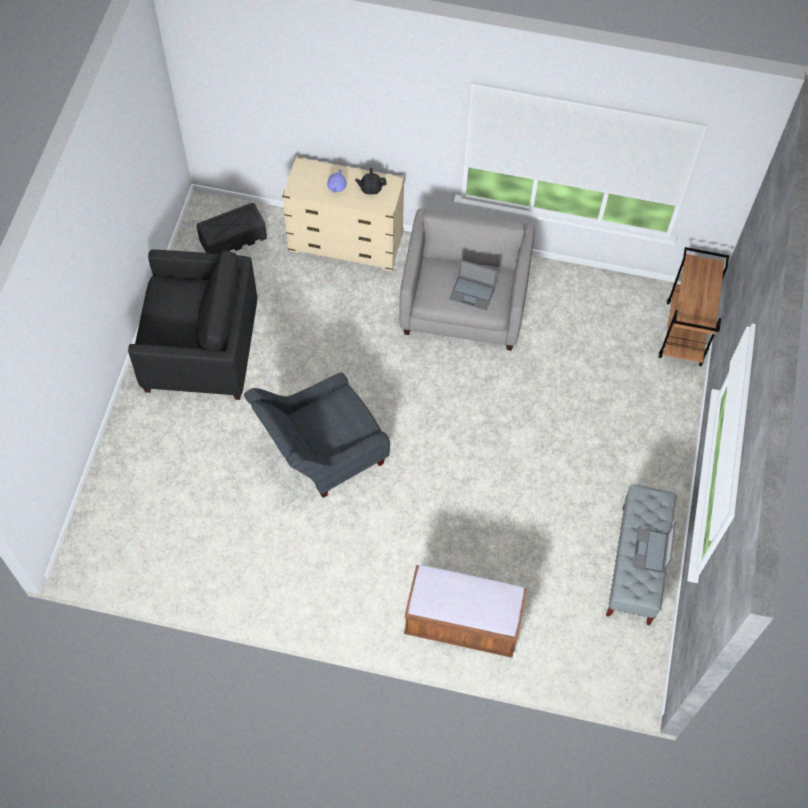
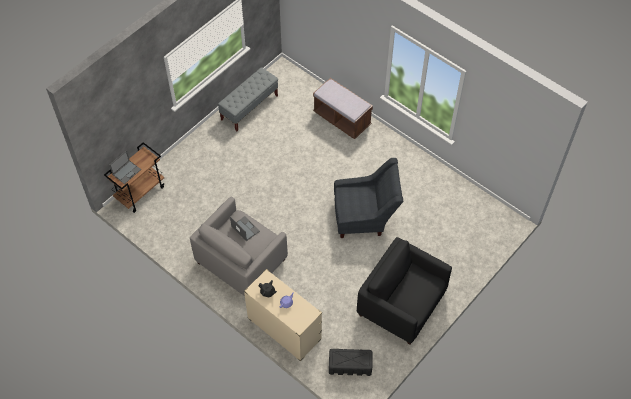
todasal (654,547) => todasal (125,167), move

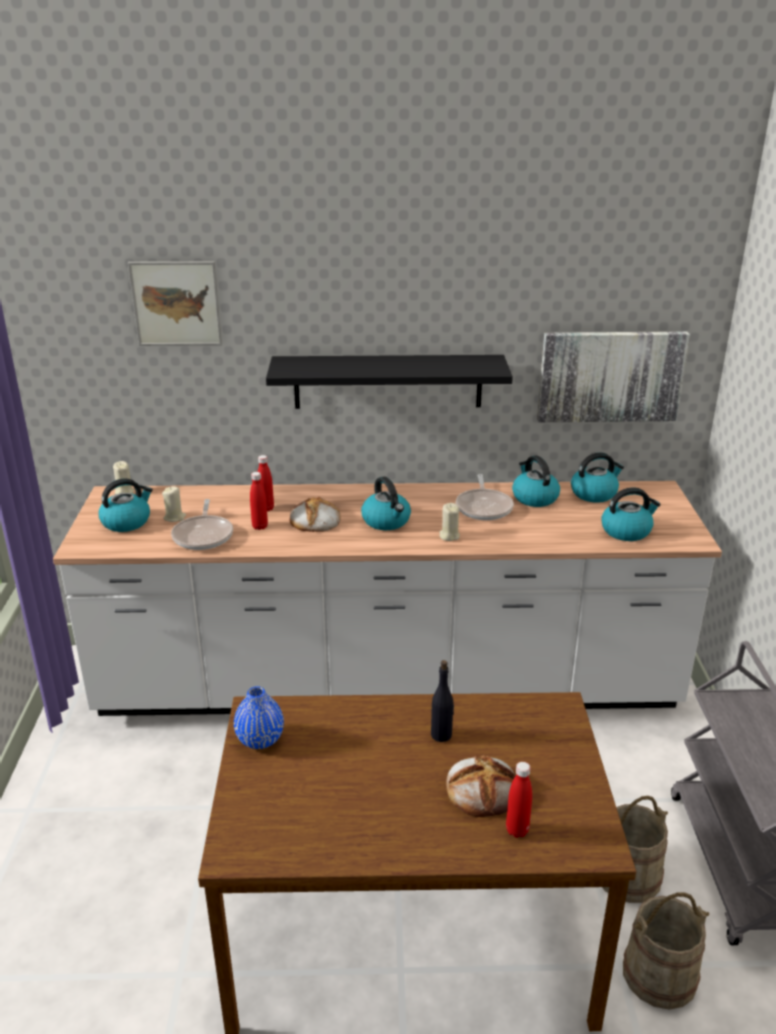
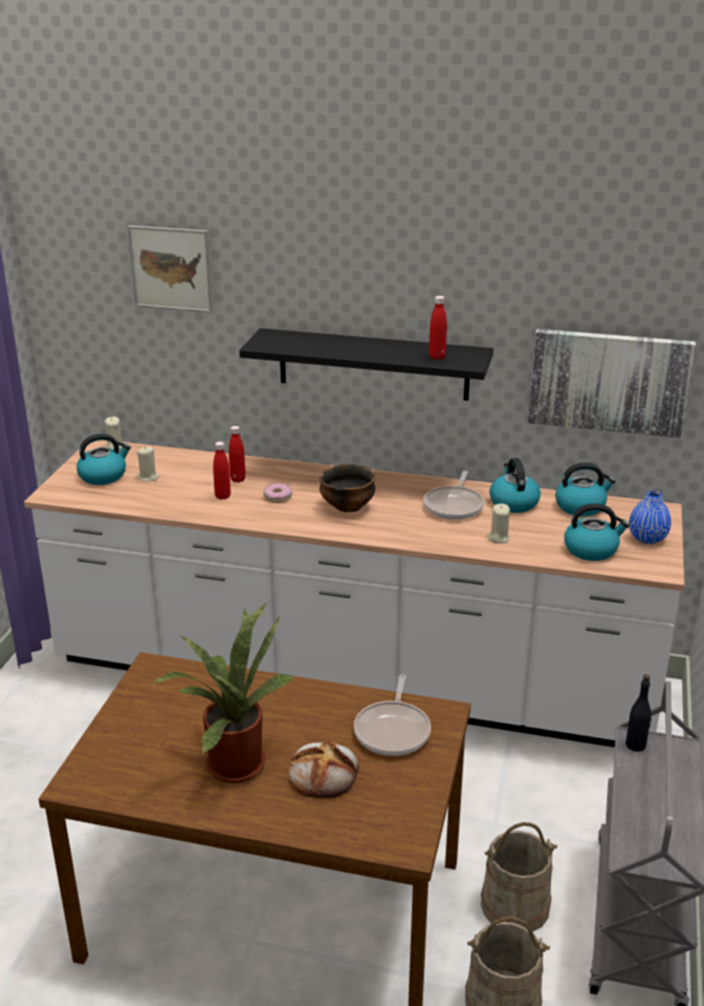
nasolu (386,503) => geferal (347,488)
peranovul (315,514) => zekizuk (277,493)
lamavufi (202,524) => lamavufi (392,715), move
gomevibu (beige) (449,522) => gomevibu (beige) (499,523), move
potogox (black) (442,701) => potogox (black) (639,712), move
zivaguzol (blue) (259,717) => zivaguzol (blue) (650,517), move
potogox (red) (519,800) => potogox (red) (438,328), move
nothing => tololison (223,692)

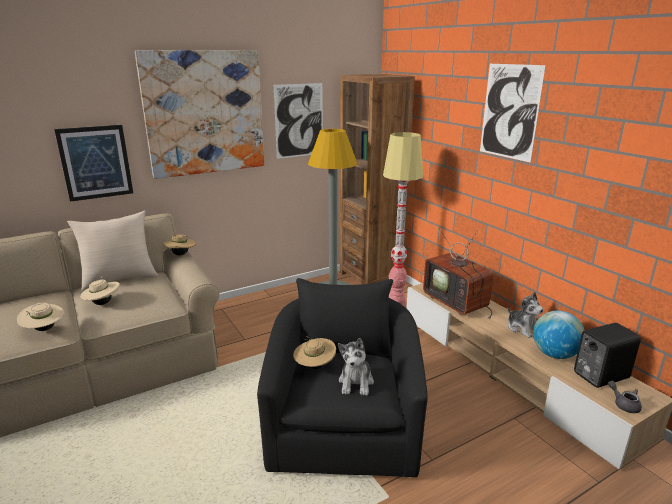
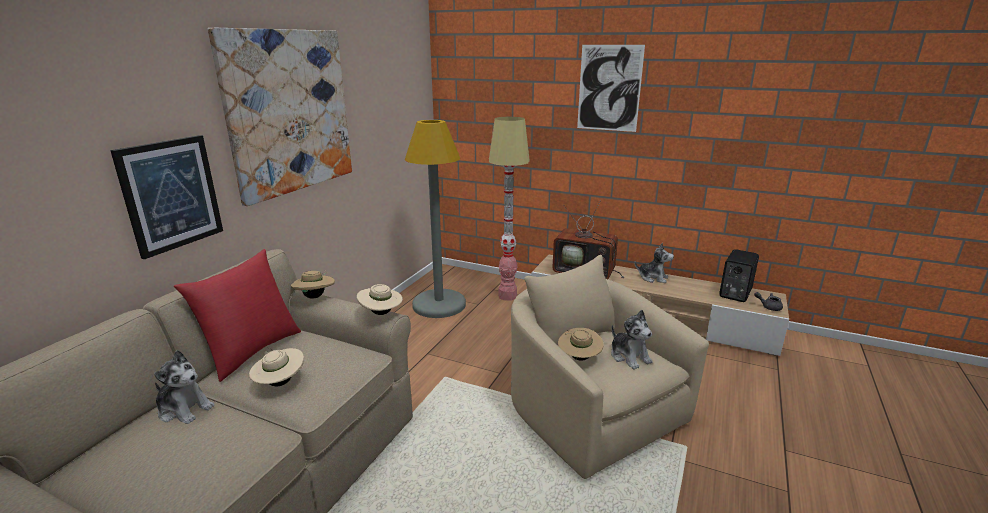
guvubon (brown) (377,179) => nothing
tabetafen (298,121) => nothing
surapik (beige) (112,251) => surapik (red) (237,315)
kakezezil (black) (342,377) => kakezezil (beige) (610,367)
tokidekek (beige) (40,317) => tokidekek (beige) (380,299), move
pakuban (558,335) => nothing
nothing => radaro (184,387)

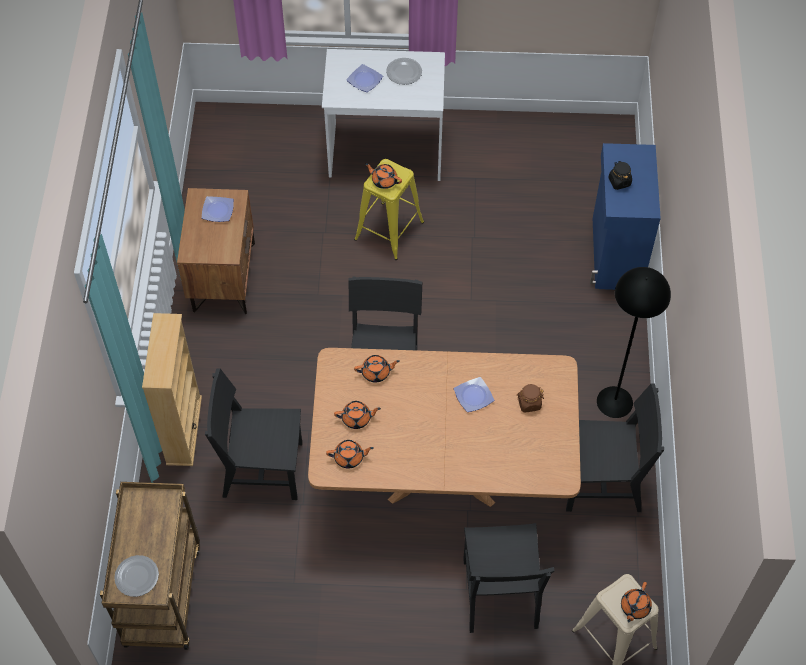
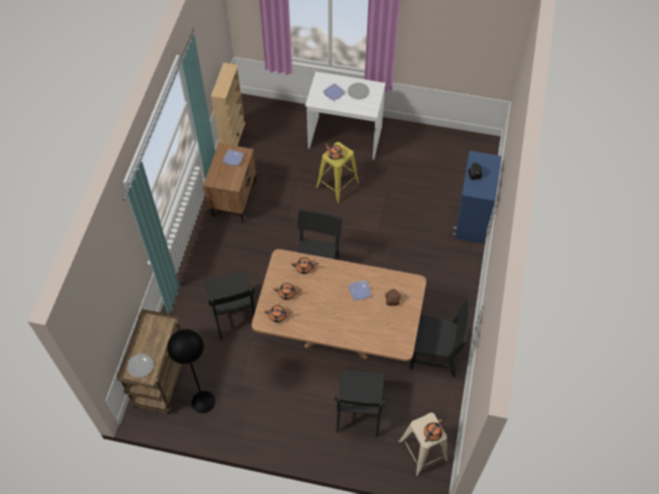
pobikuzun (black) (634,342) => pobikuzun (black) (191,371), move
guvubon (beige) (172,389) => guvubon (beige) (228,104), move
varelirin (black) (253,434) => varelirin (black) (229,305), 120 degrees counterclockwise

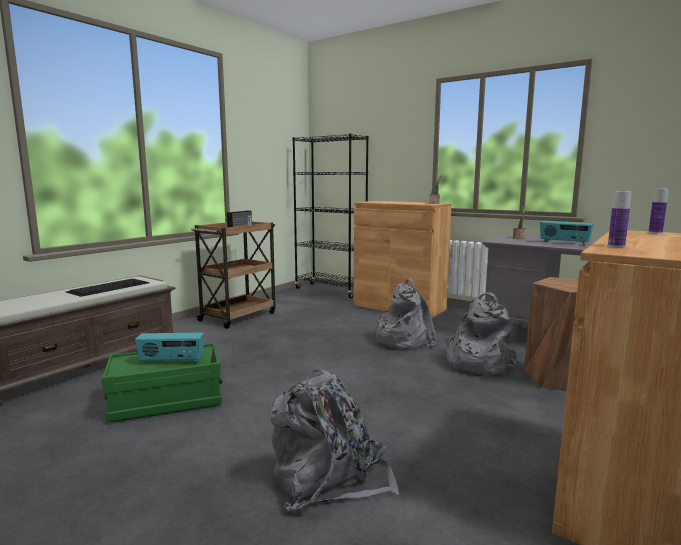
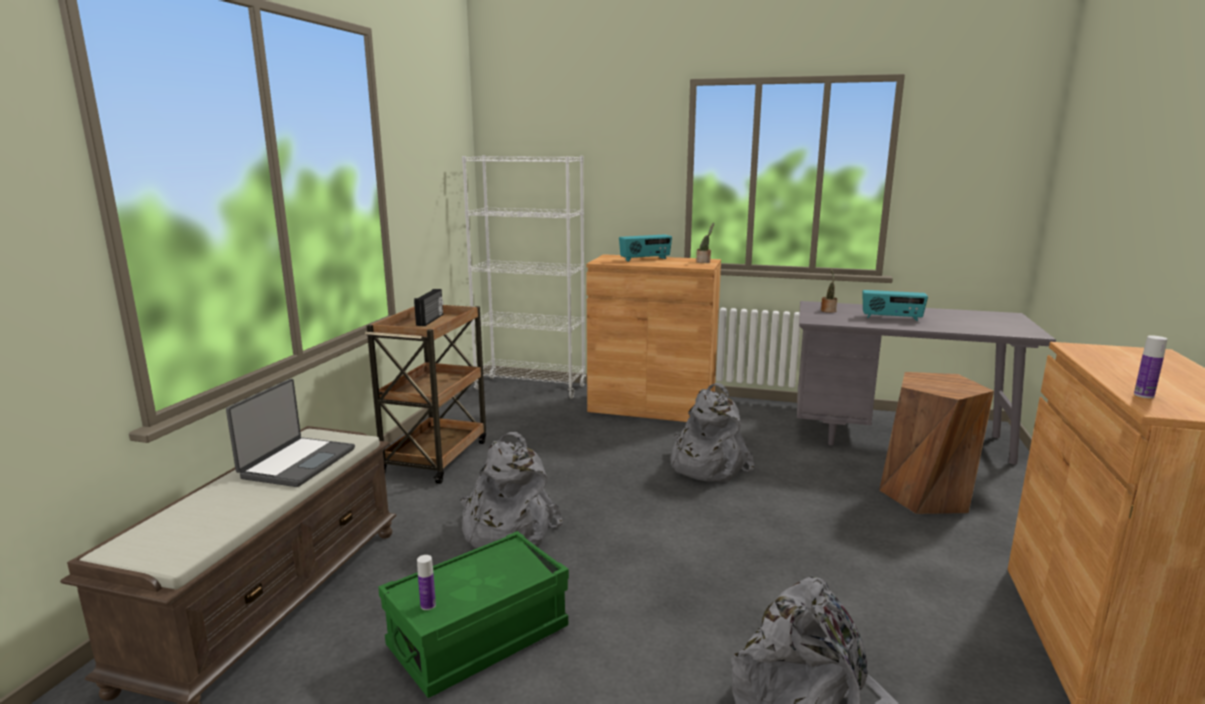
guvubon (black) (330,215) => guvubon (white) (524,277)
potogox (658,211) => potogox (426,582), move
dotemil (108,288) => todasal (290,433)
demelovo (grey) (481,334) => demelovo (grey) (511,490), move
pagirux (169,348) => pagirux (645,248), move

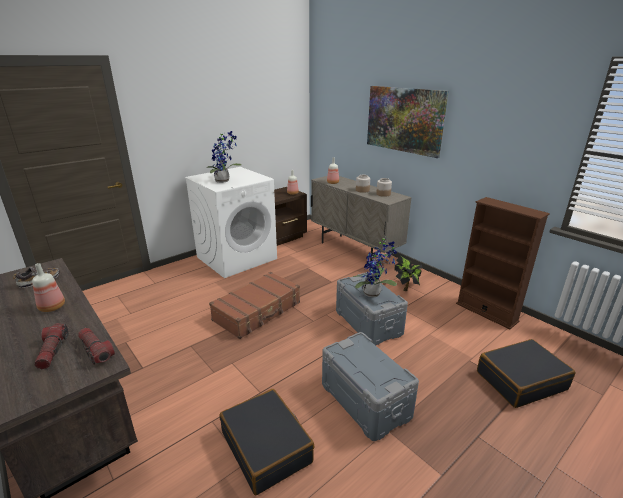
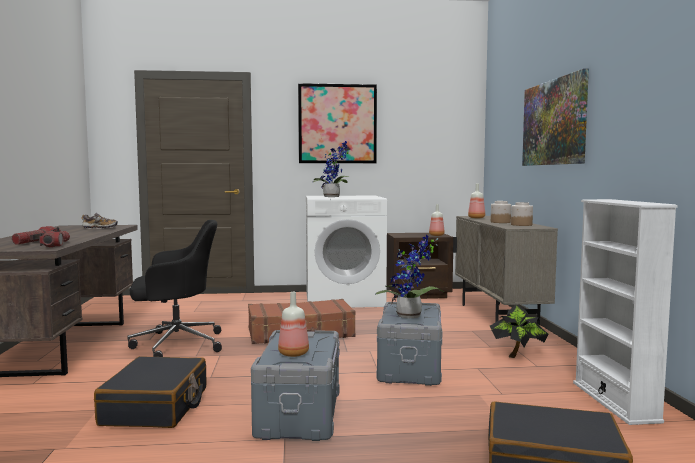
guvubon (brown) (503,263) => guvubon (white) (625,312)
potogox (48,287) => potogox (293,324), move
nothing => tabetafen (337,123)
nothing => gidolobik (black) (175,288)

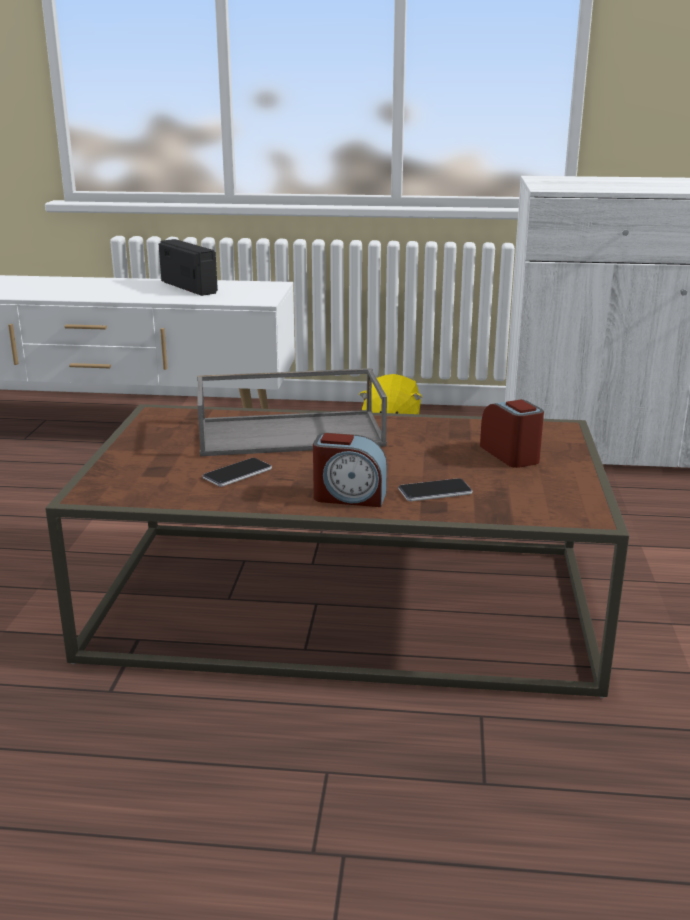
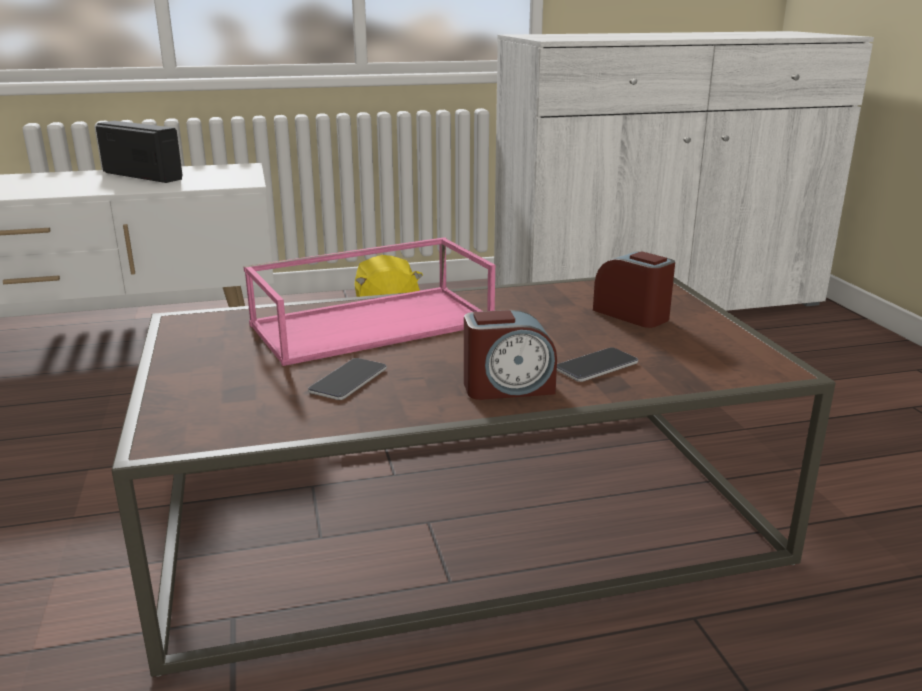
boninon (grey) (292,412) => boninon (pink) (369,301)

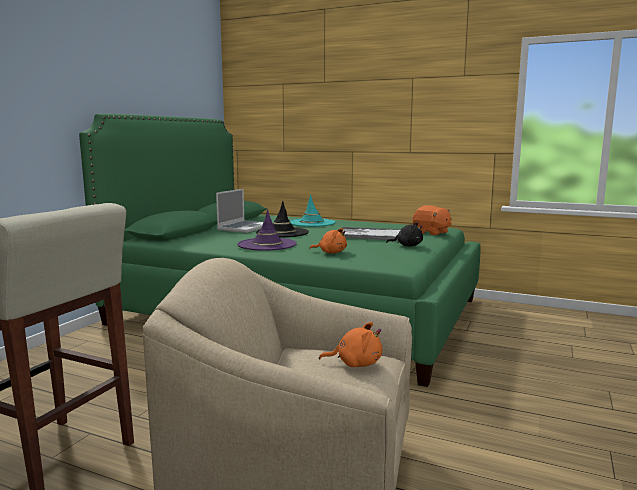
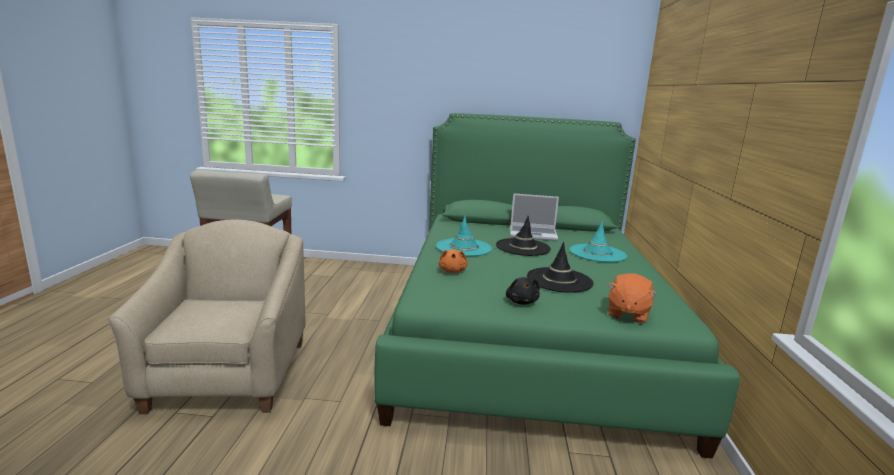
tokidekek (purple) (267,230) => tokidekek (turquoise) (464,236)
boninon (371,234) => tokidekek (black) (560,267)
radaro (orange) (350,344) => nothing

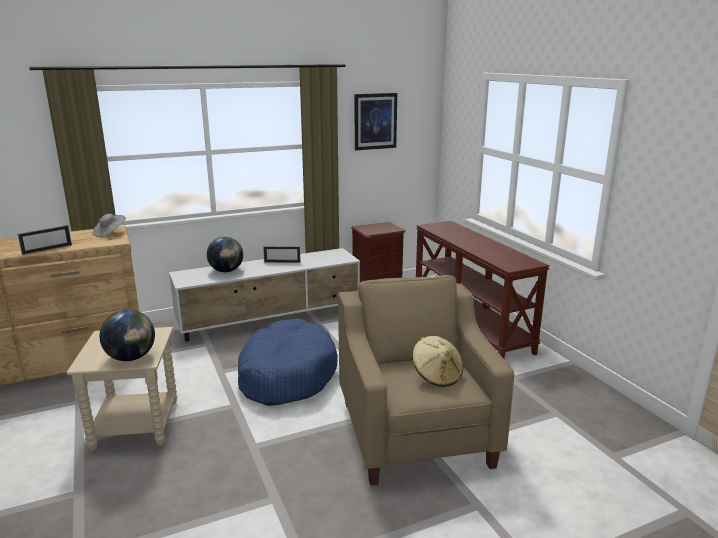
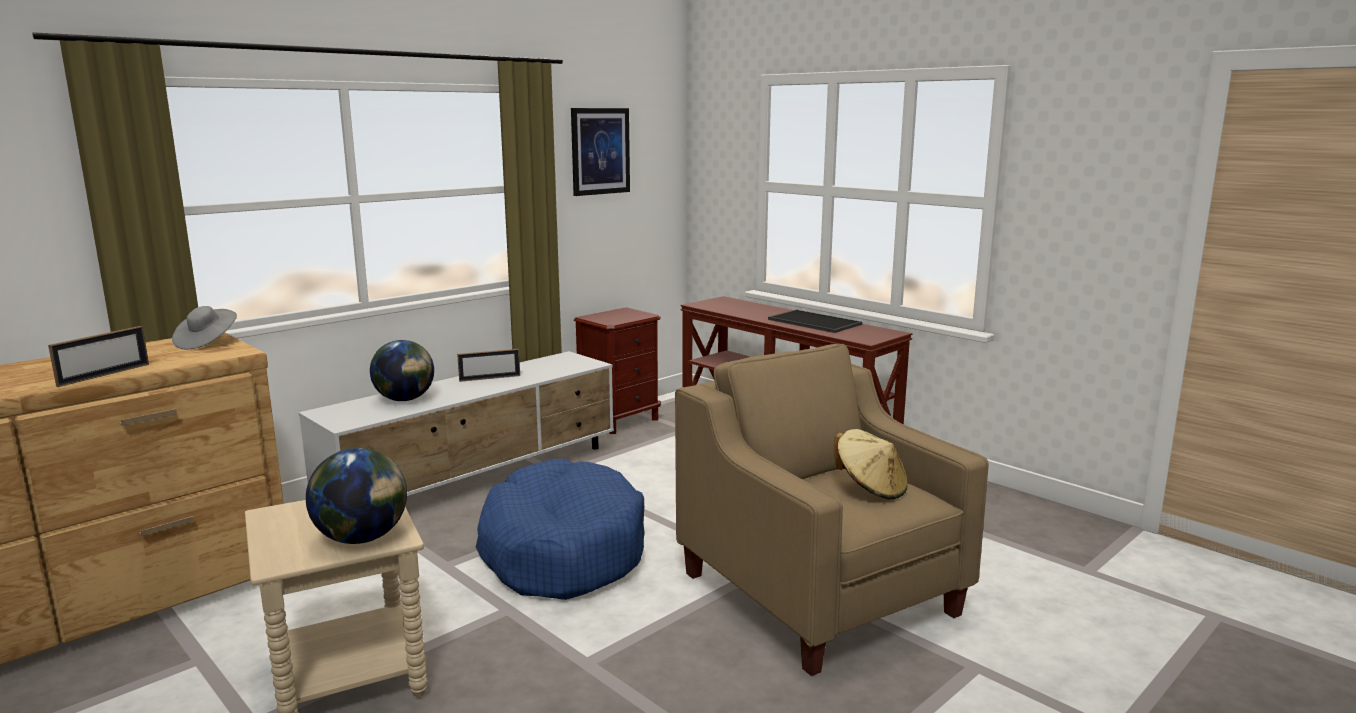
nothing => boninon (815,321)

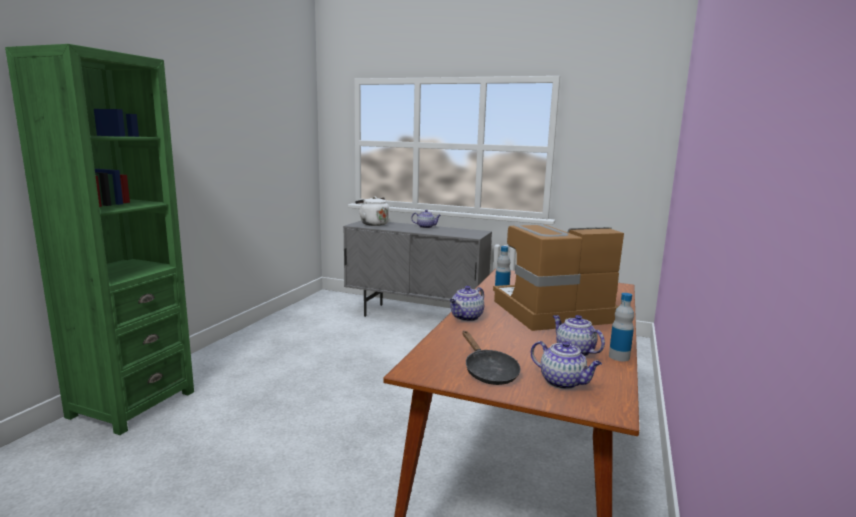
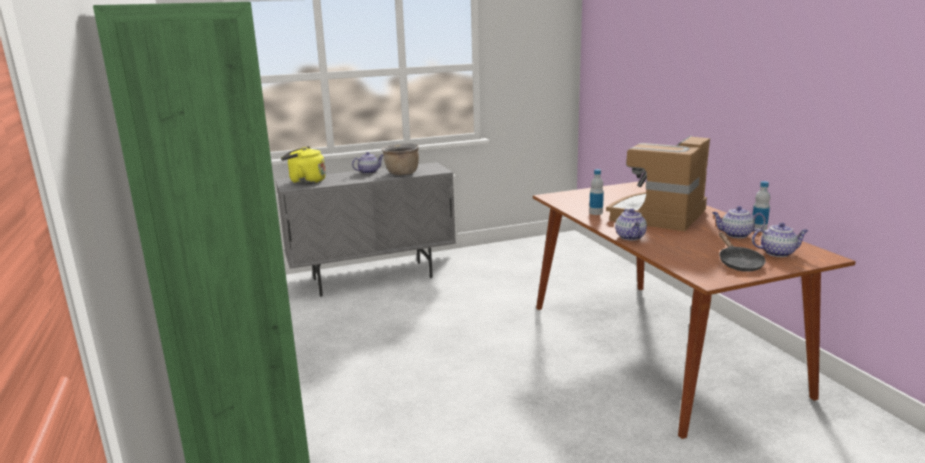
nasolu (white) (372,211) => nasolu (yellow) (303,165)
lamavufi (black) (491,358) => lamavufi (black) (742,252), 60 degrees clockwise
nothing => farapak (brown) (400,159)

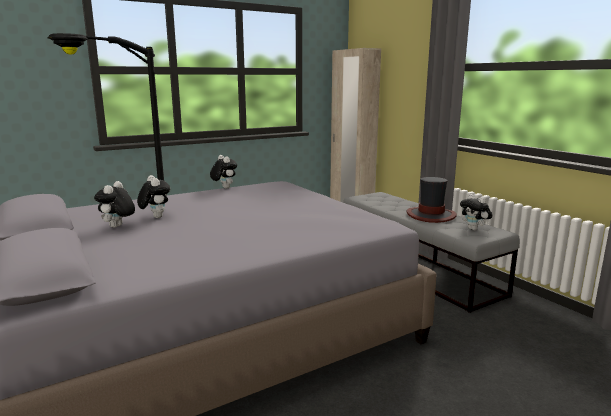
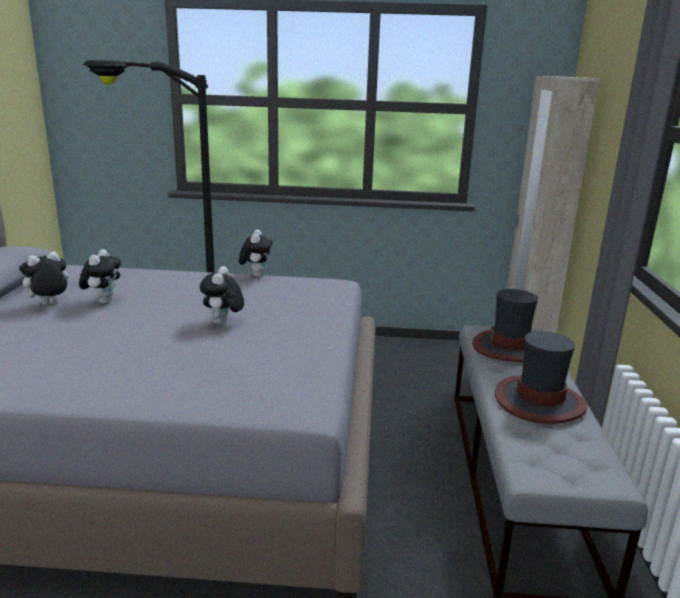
radaro (476,212) => radaro (222,295), move
nothing => tokidekek (505,325)

